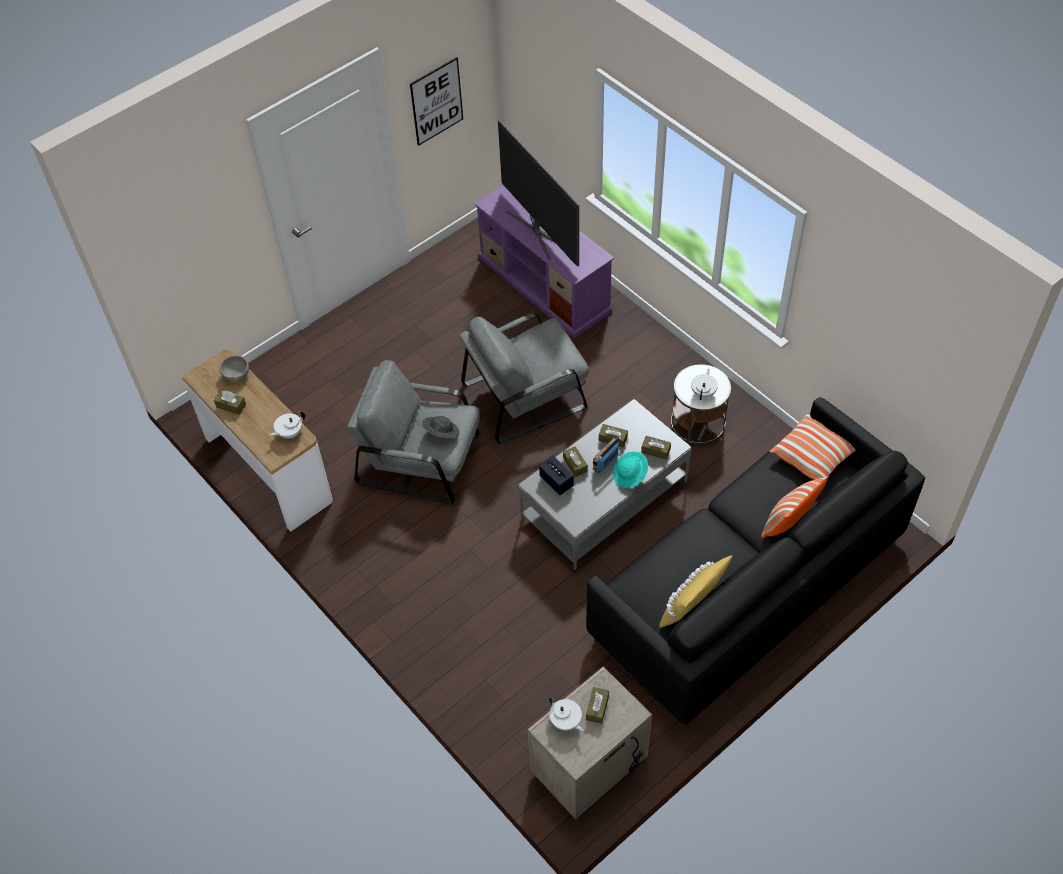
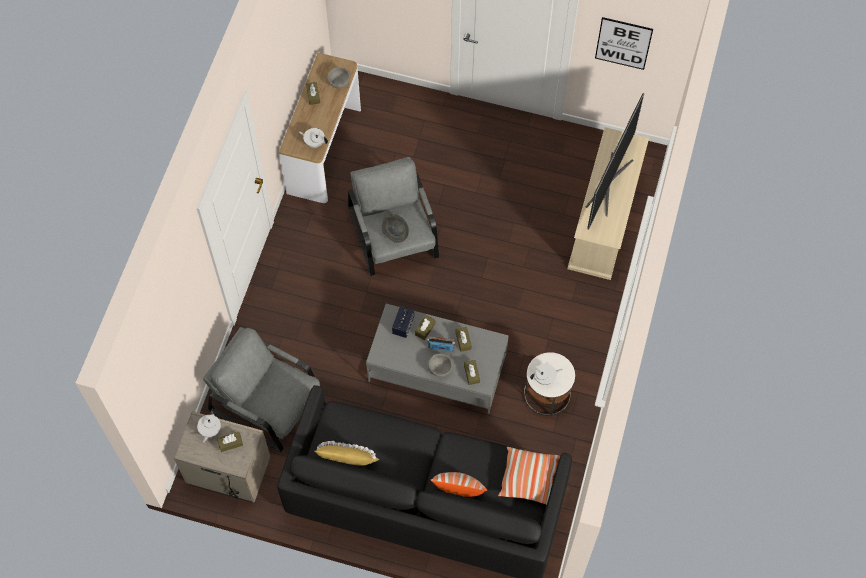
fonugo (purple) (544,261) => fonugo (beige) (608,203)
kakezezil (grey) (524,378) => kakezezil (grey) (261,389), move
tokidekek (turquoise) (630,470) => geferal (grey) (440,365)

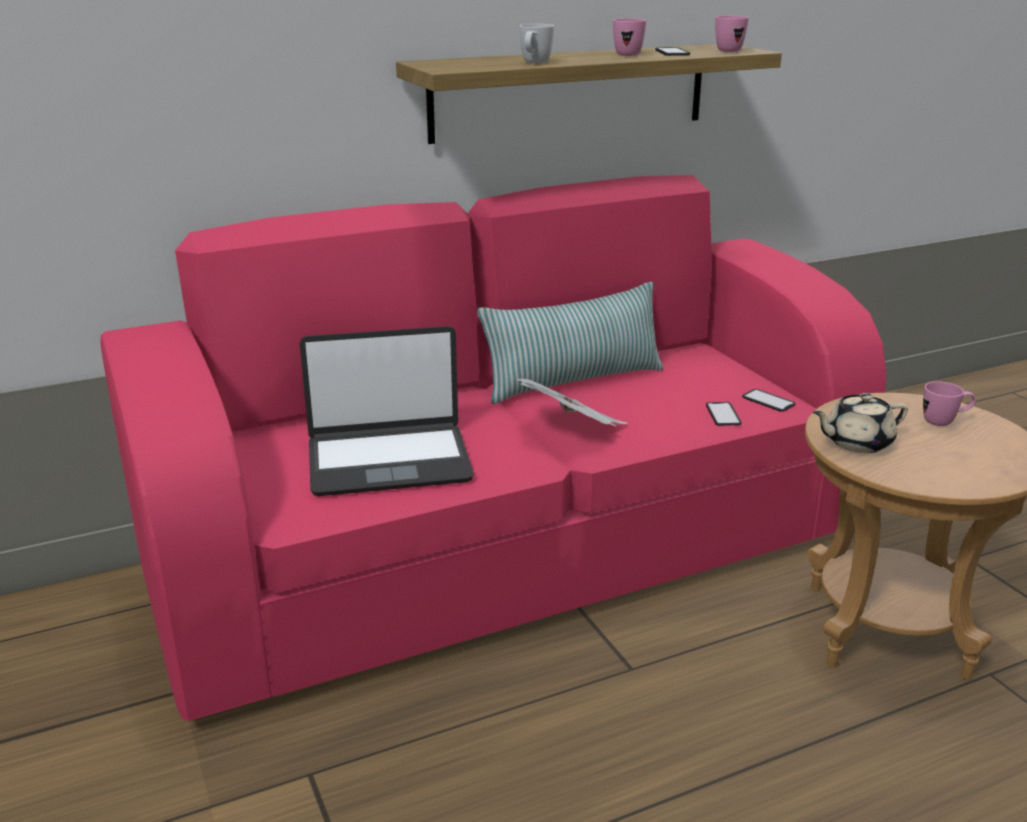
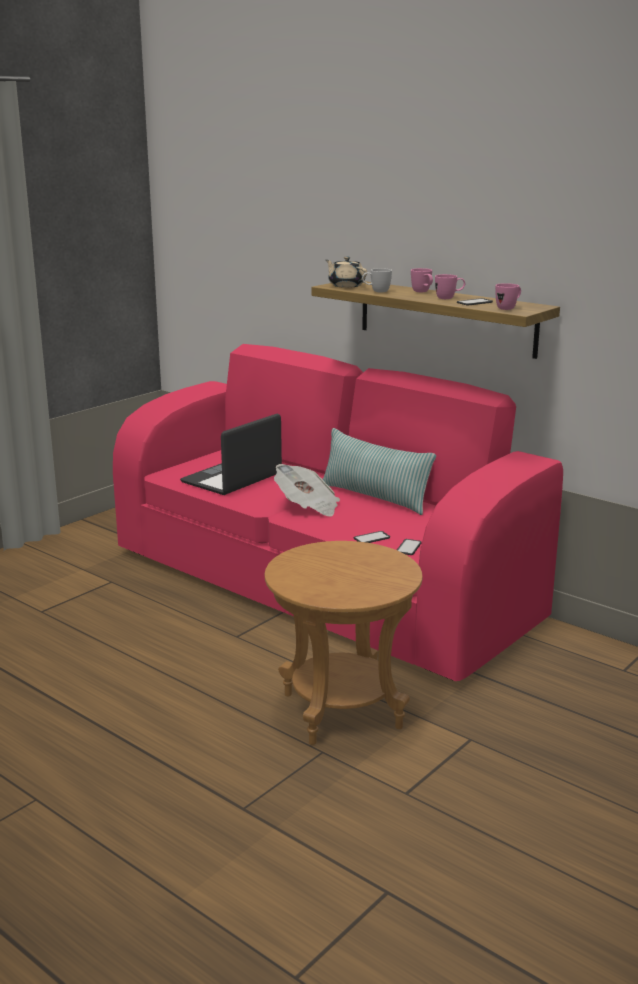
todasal (387,411) => todasal (231,454), 75 degrees clockwise
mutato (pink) (949,403) => mutato (pink) (422,280), move
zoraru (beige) (860,423) => zoraru (beige) (346,272), move

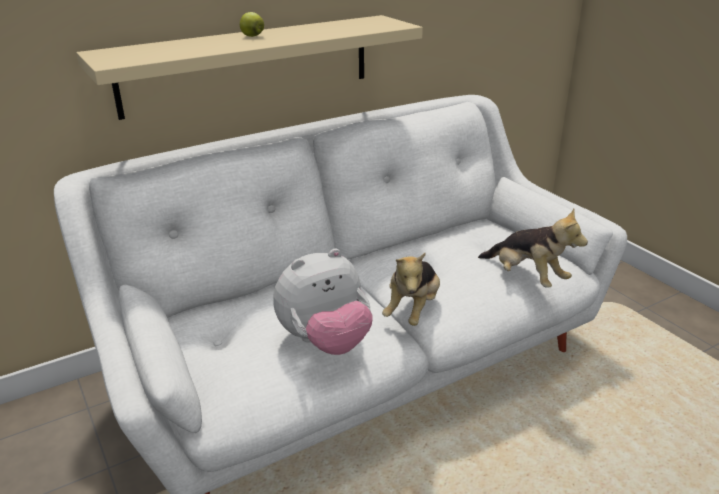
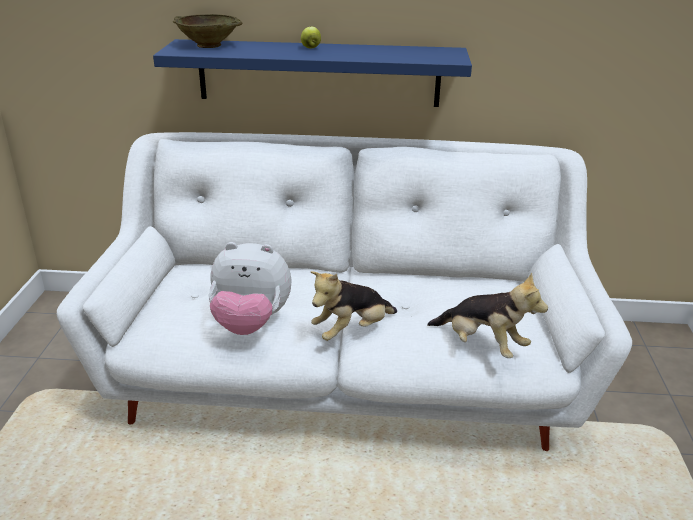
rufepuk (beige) (249,67) => rufepuk (blue) (312,73)
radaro (533,248) => radaro (487,315), 45 degrees counterclockwise
nothing => geferal (beige) (207,31)

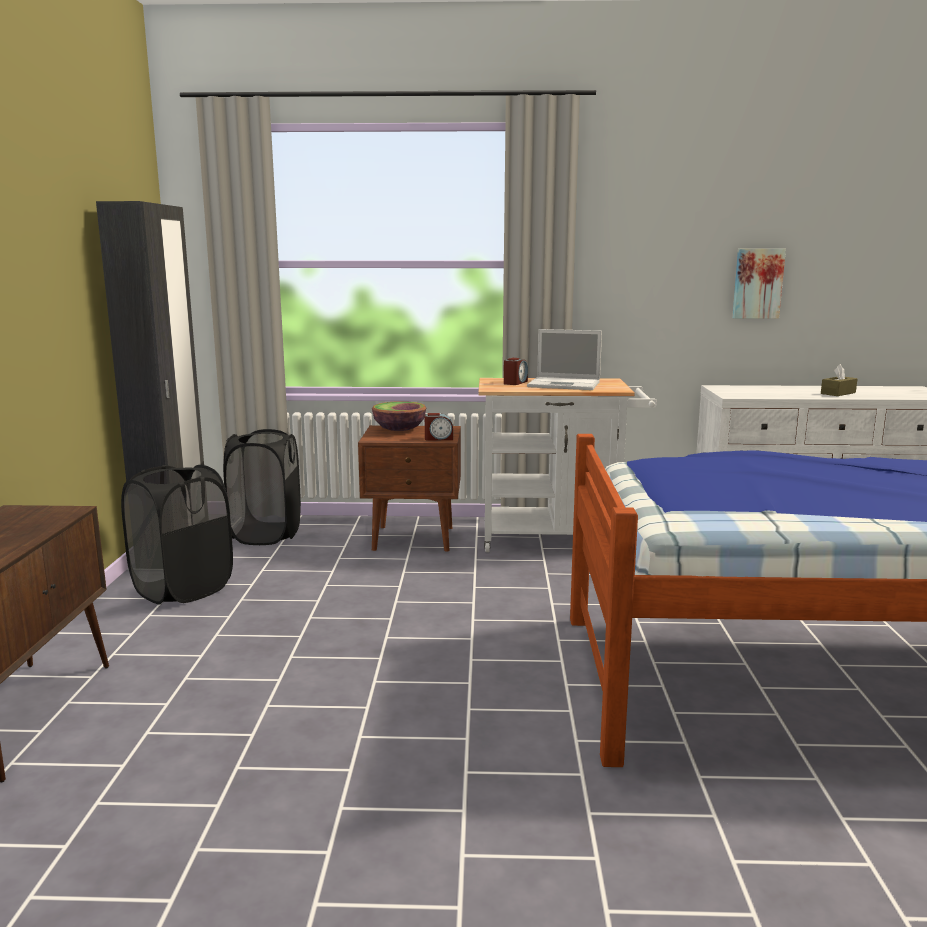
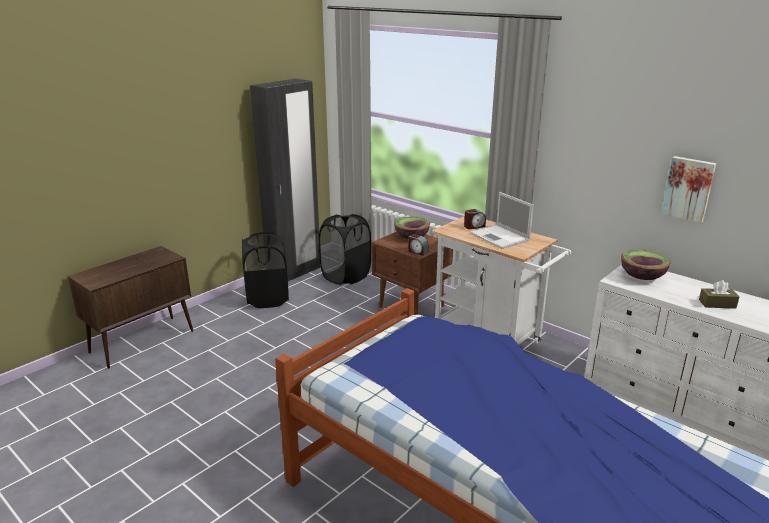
nothing => geferal (646,264)

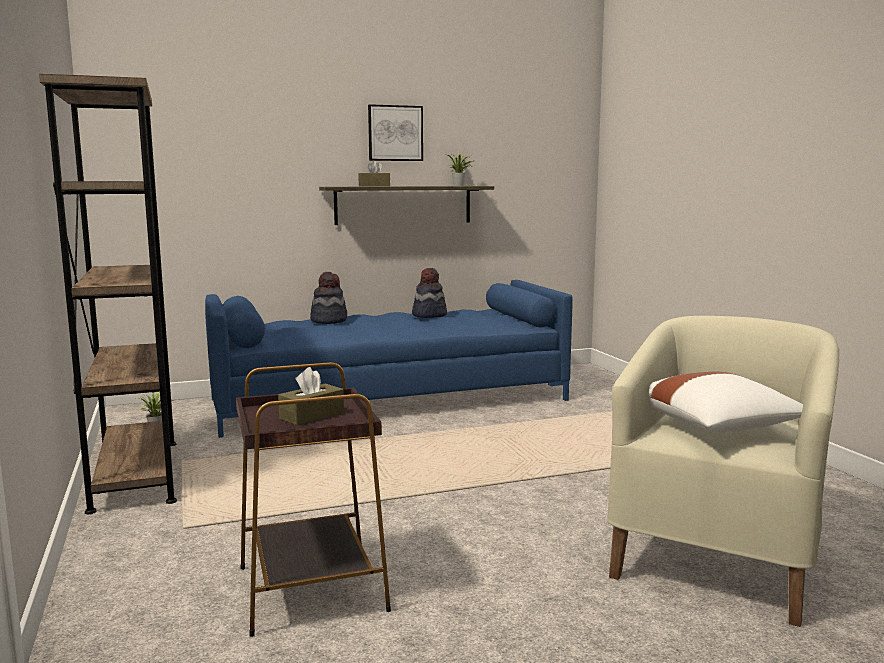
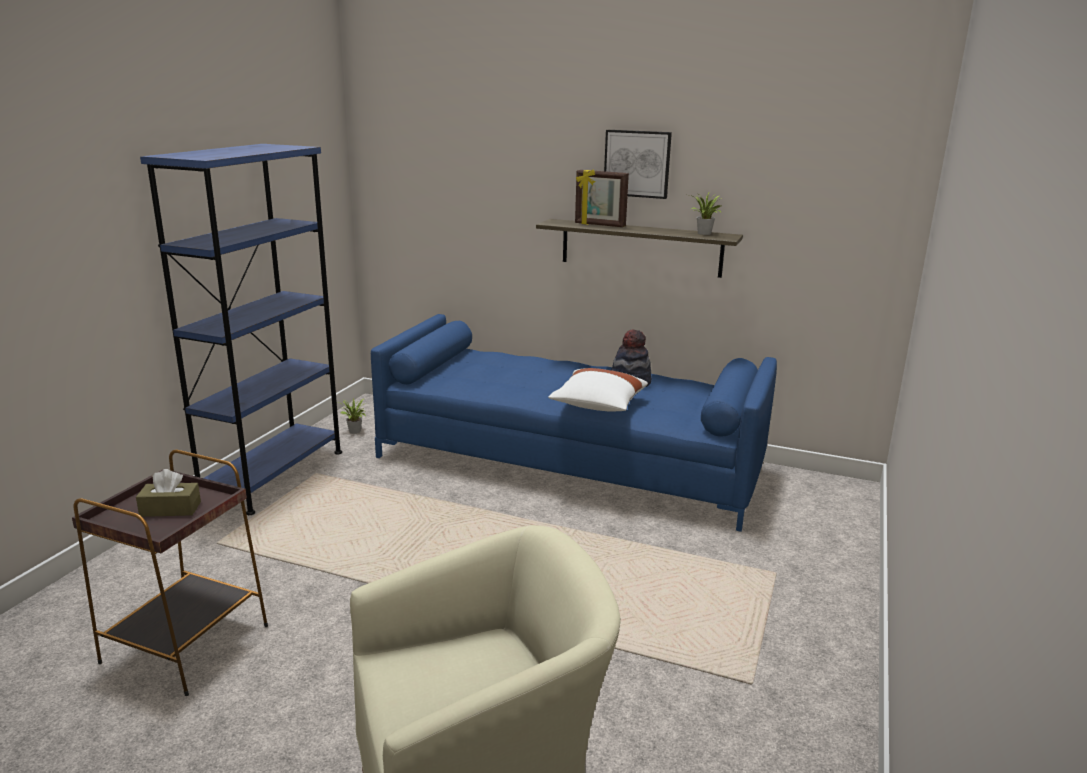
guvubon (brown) (108,294) => guvubon (blue) (241,329)
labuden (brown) (374,173) => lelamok (602,198)
tokidekek (328,298) => nothing
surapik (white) (726,402) => surapik (white) (598,390), move

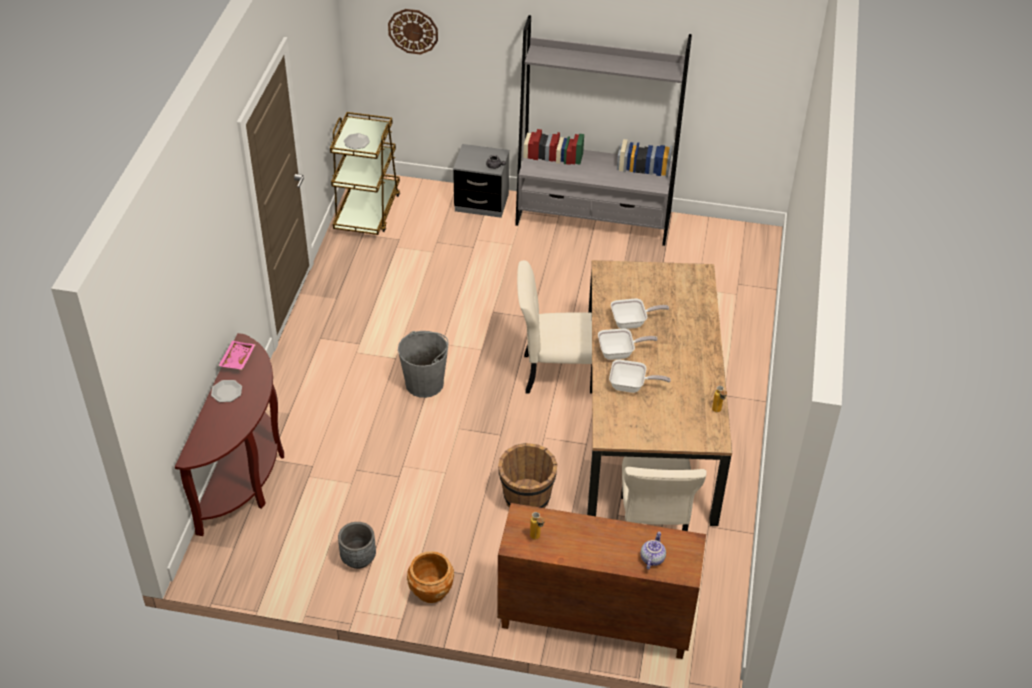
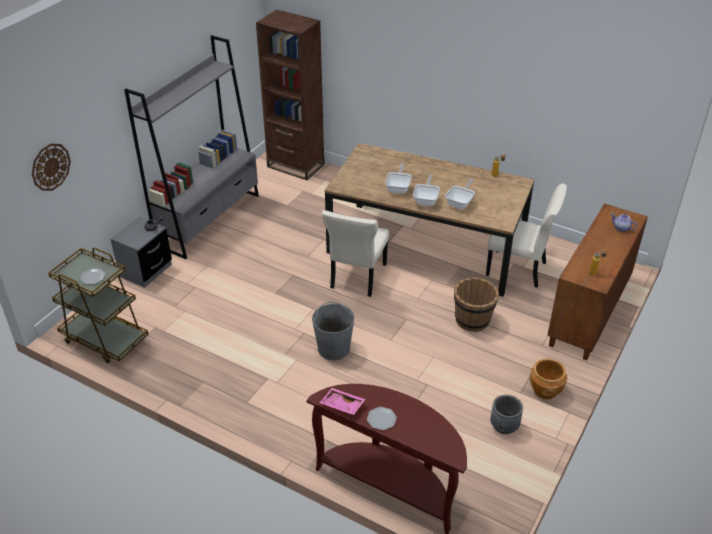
nothing => guvubon (brown) (290,95)

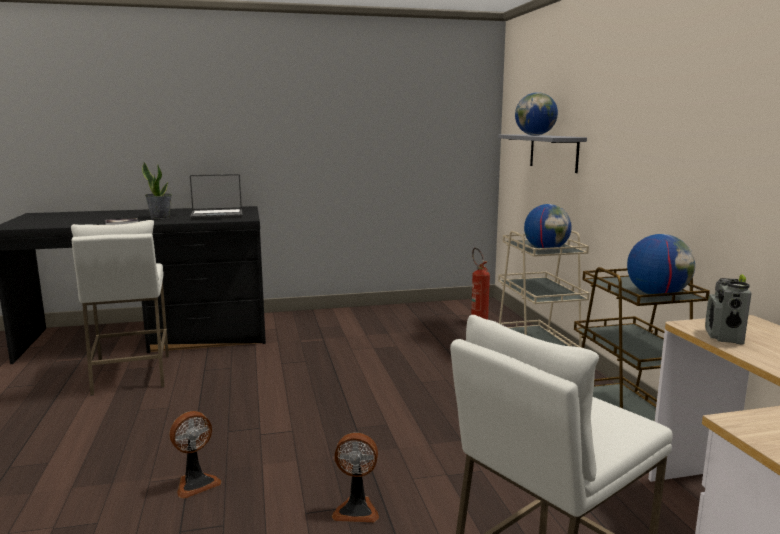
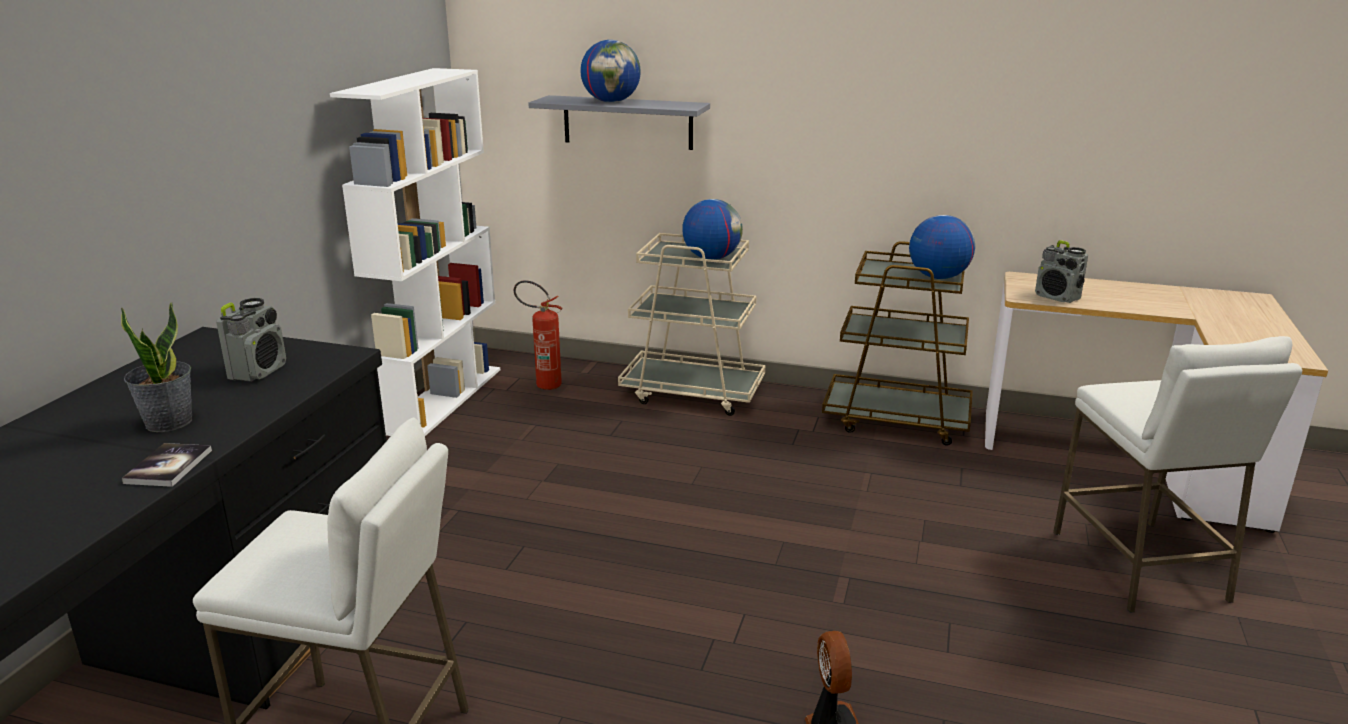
todasal (216,196) => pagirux (251,340)
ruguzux (355,478) => nothing
nothing => guvubon (white) (415,252)

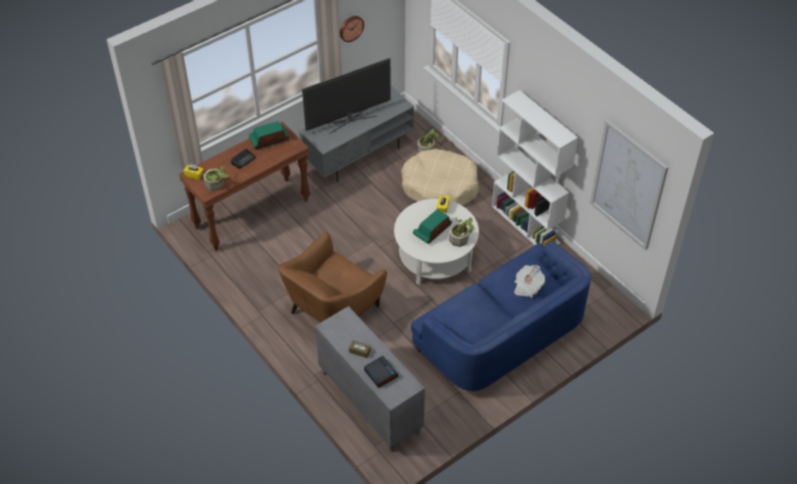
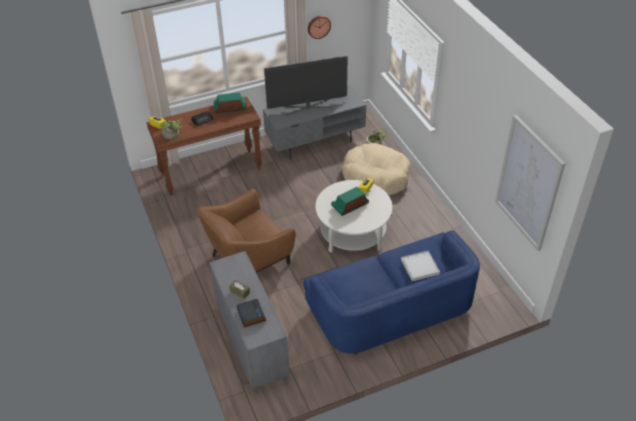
guvubon (white) (535,168) => nothing
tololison (461,232) => nothing
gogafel (529,281) => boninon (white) (420,266)

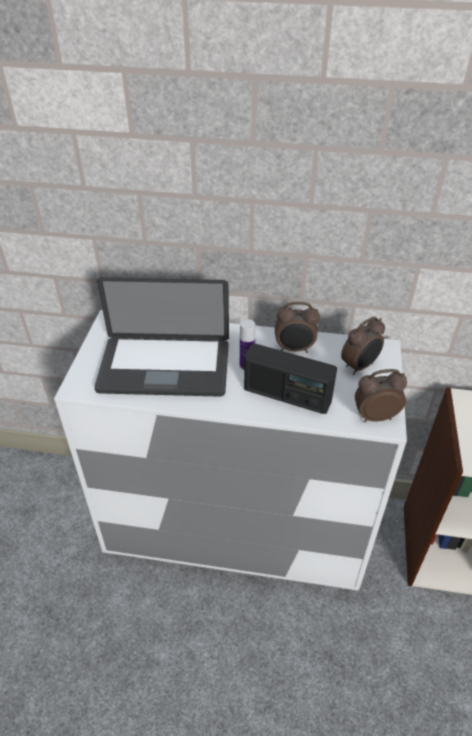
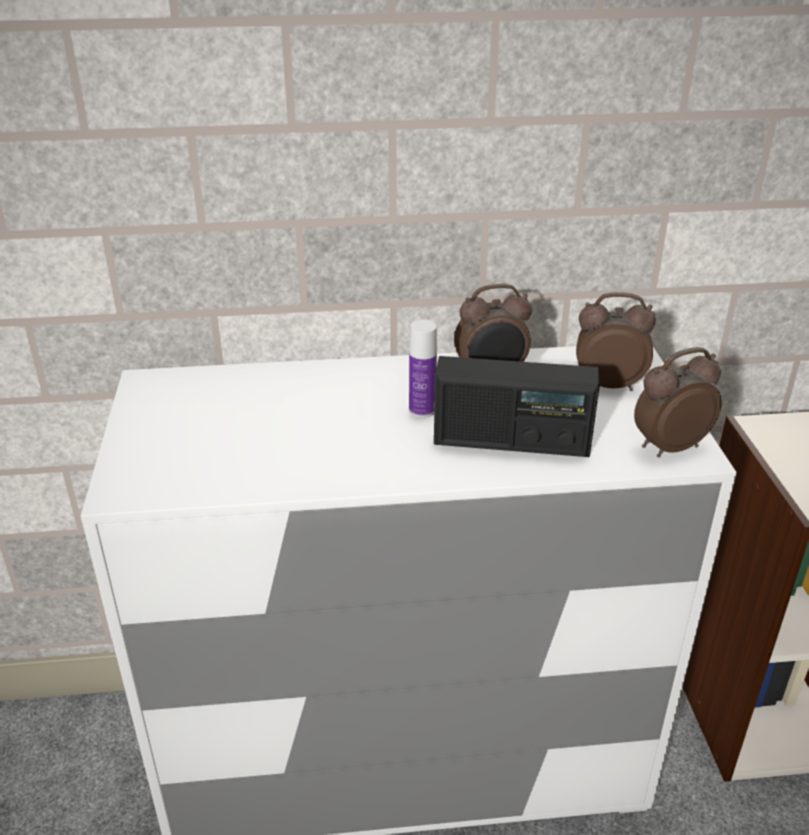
todasal (161,337) => nothing
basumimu (363,345) => basumimu (616,341), 120 degrees counterclockwise

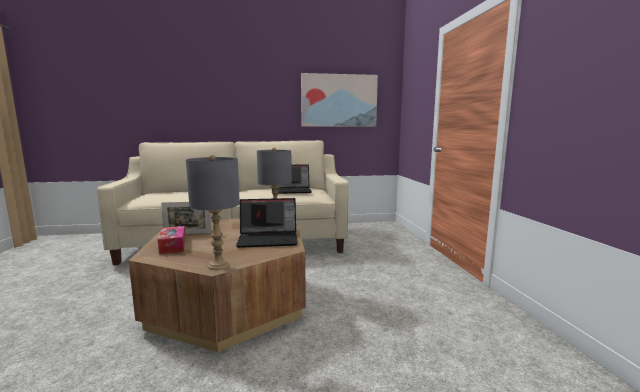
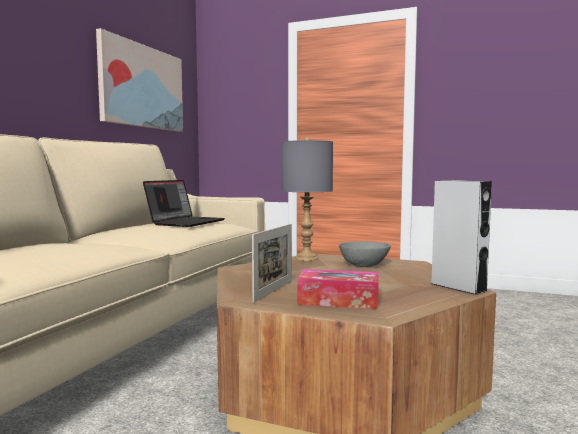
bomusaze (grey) (213,212) => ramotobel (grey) (461,237)
todasal (267,223) => geferal (grey) (365,254)

